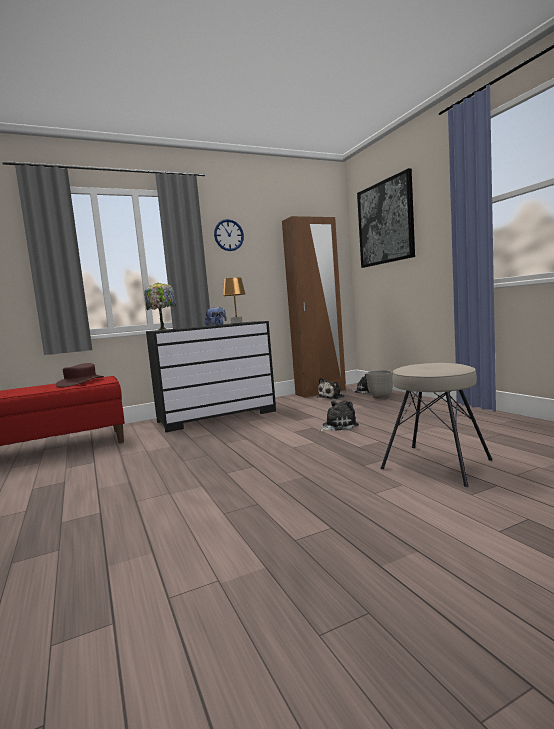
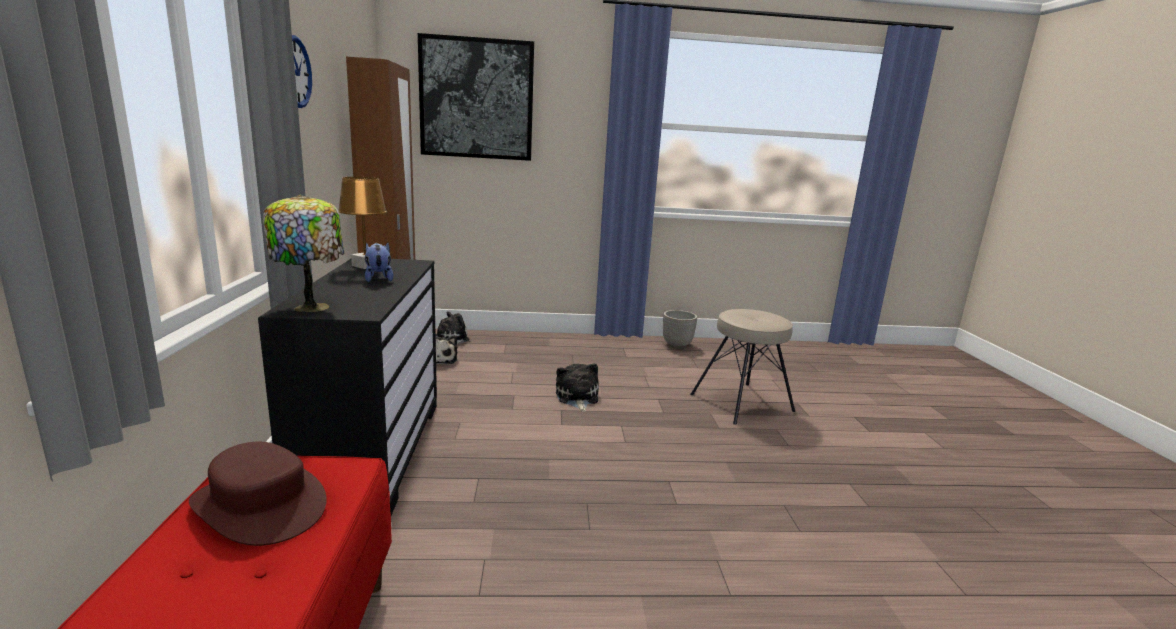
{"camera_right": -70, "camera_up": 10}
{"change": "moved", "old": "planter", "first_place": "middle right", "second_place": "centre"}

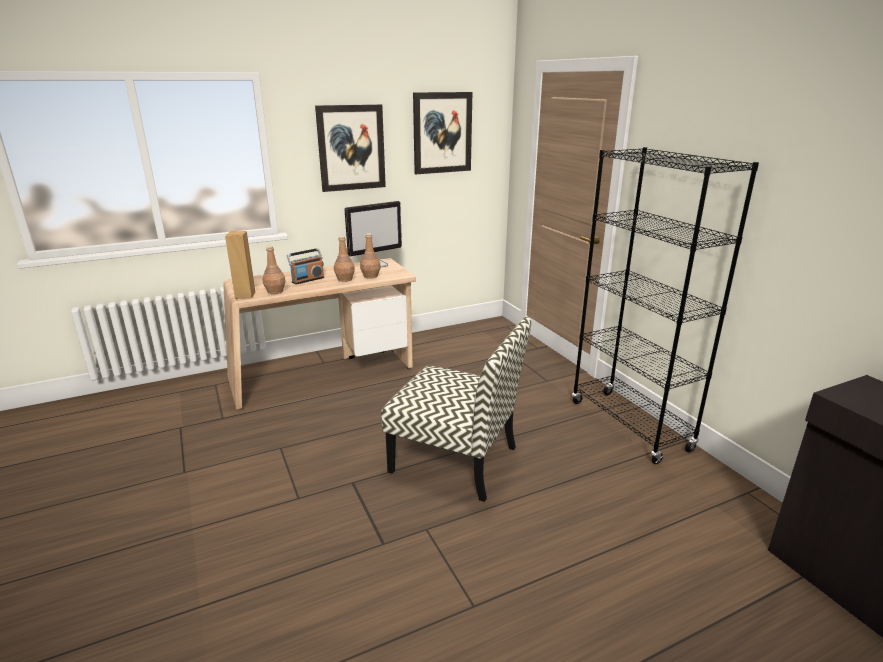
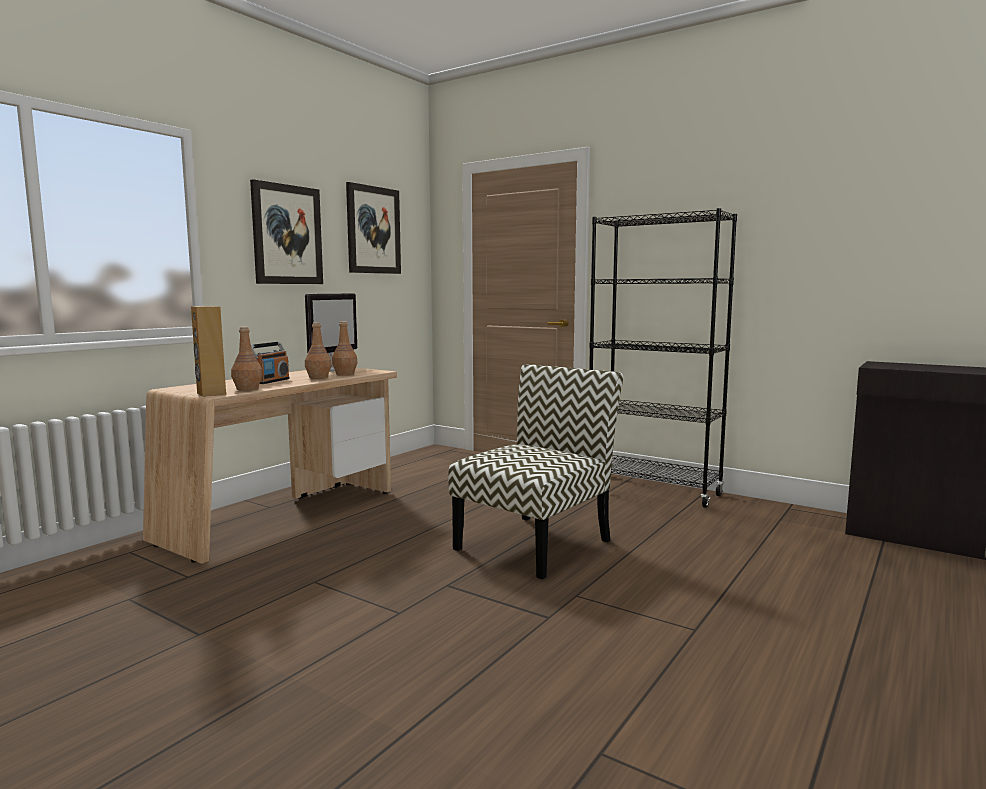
{"camera_right": -30, "camera_up": -15}
{"change": "turned", "old": "upright_chair", "first_place": "centre", "second_place": "centre", "degrees": -45}

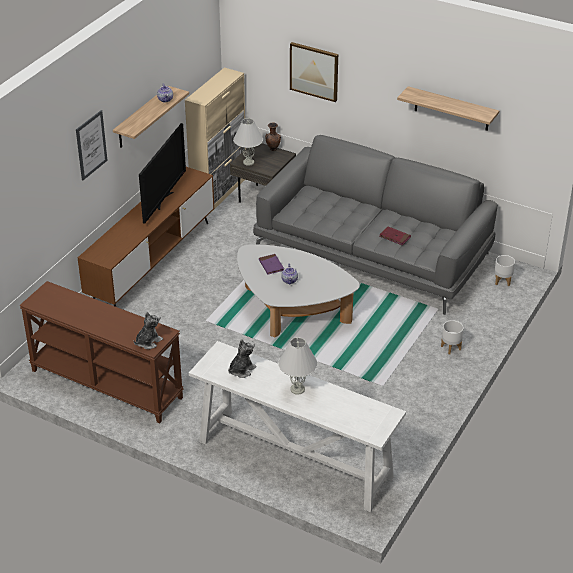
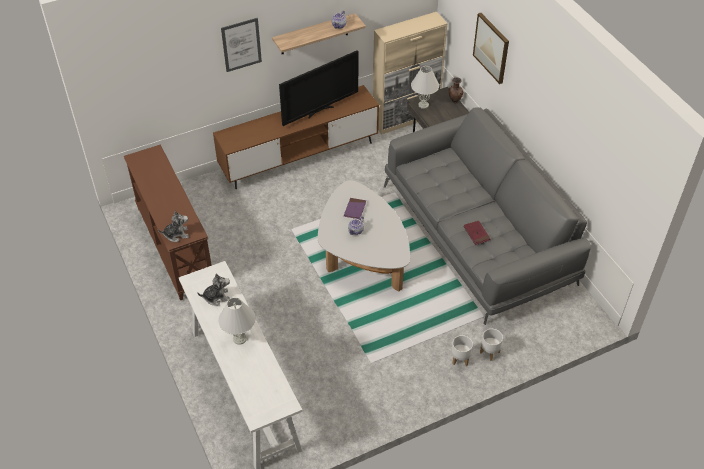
{"camera_right": 35, "camera_up": 10}
{"change": "moved", "old": "white_planter (2nd from left)", "first_place": "middle right", "second_place": "bottom right"}
{"change": "removed", "old": "shelf (2nd from left)", "first_place": "top right"}

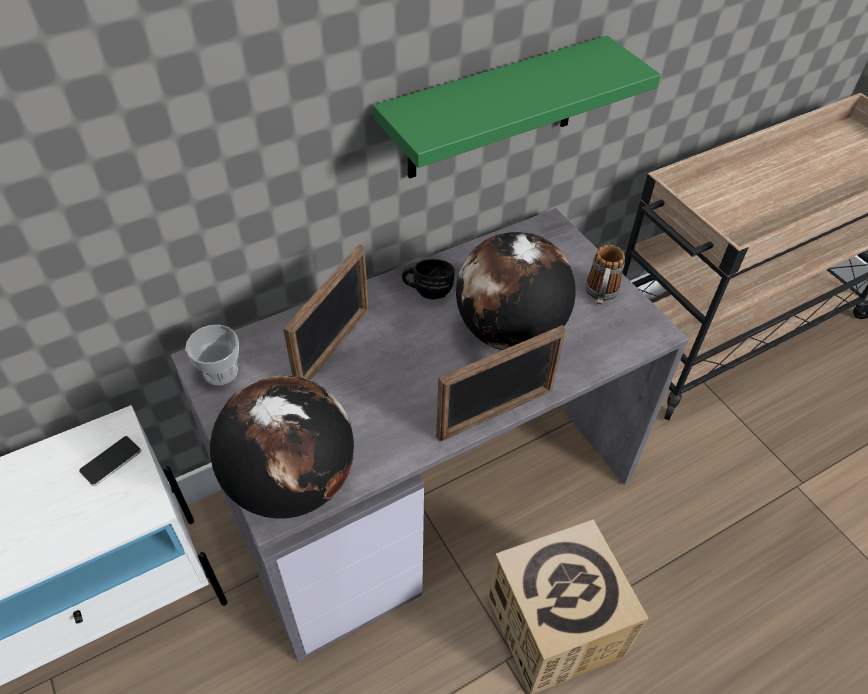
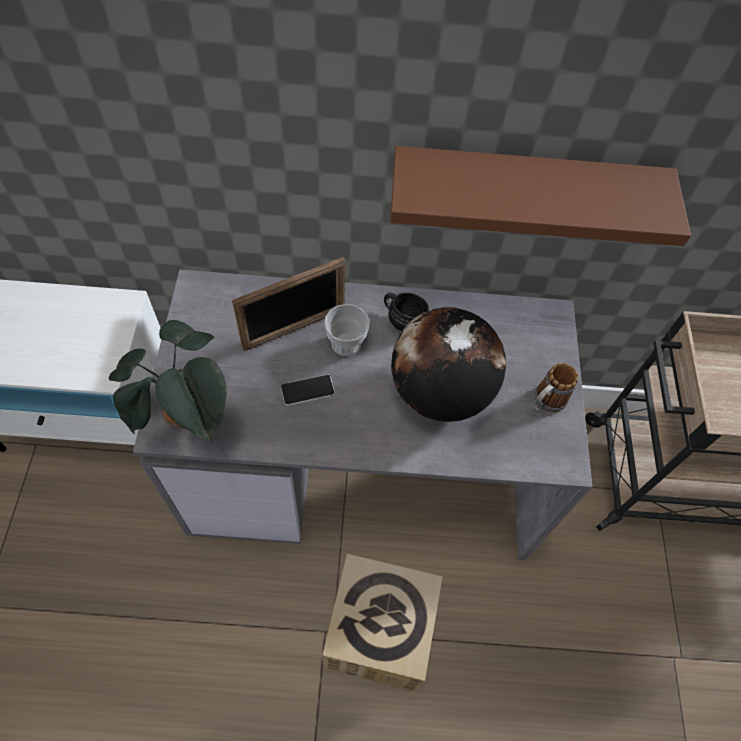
{"camera_right": 30, "camera_up": 10}
{"change": "replaced", "old": "desk_globe (1st from left)", "new": "plant_in_a_pot", "first_place": "middle left", "second_place": "middle left"}
{"change": "moved", "old": "telephone", "first_place": "middle left", "second_place": "centre"}
{"change": "moved", "old": "small_cup", "first_place": "middle left", "second_place": "centre"}
{"change": "recoloured", "old": "greenish_shelf", "new": "brown-coloured_shelf", "first_place": "top centre", "second_place": "top right"}
{"change": "removed", "old": "photo_frame (2nd from left)", "first_place": "centre"}

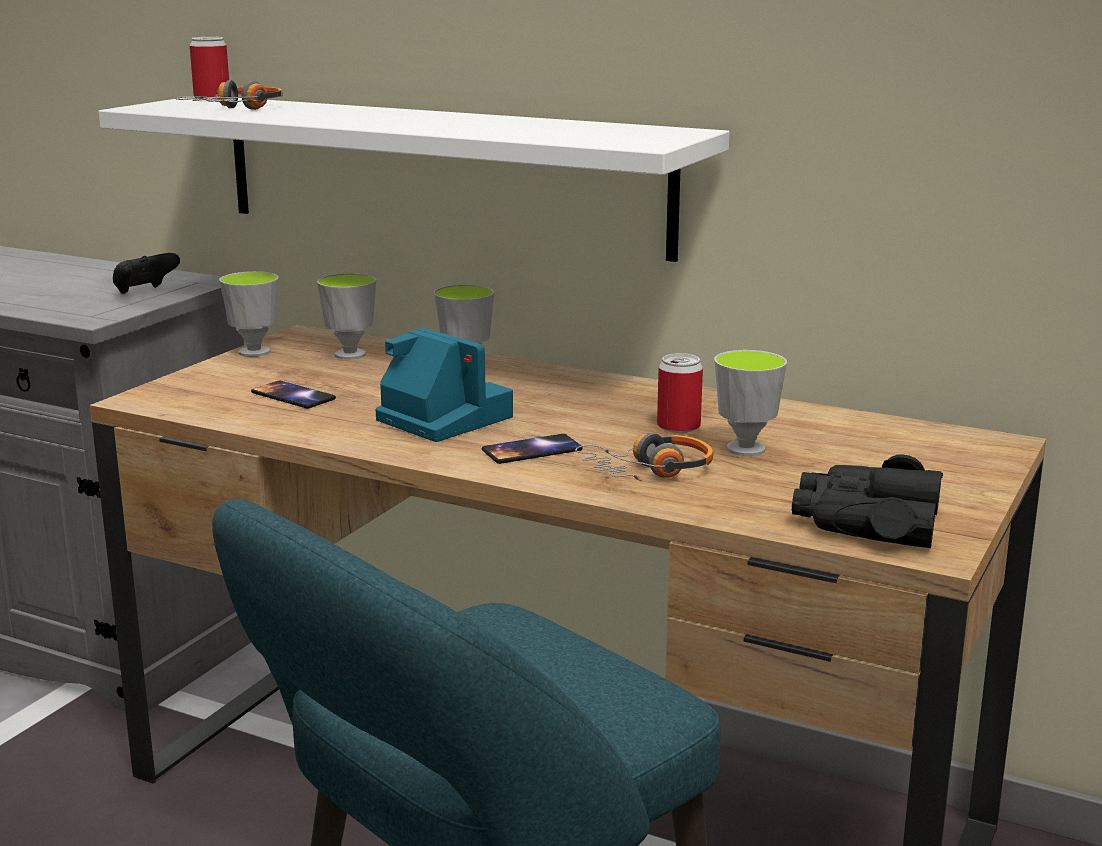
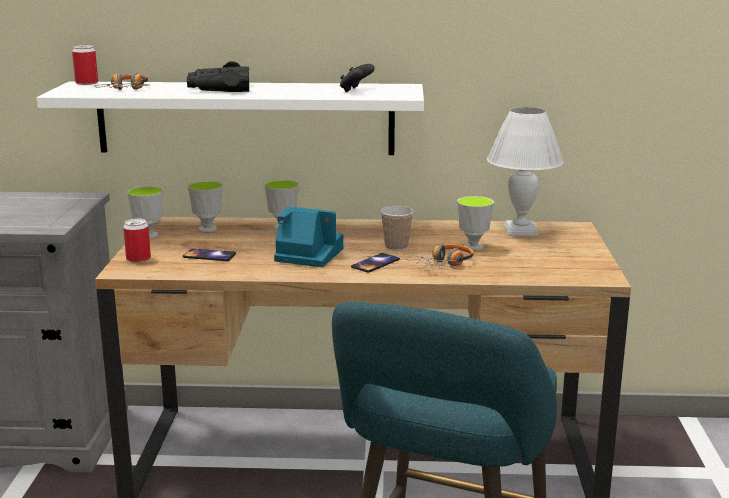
{"camera_right": -25, "camera_up": 0}
{"change": "moved", "old": "sealed_can (2nd from left)", "first_place": "centre", "second_place": "middle left"}
{"change": "moved", "old": "black-coloured_field_glasses", "first_place": "middle right", "second_place": "top left"}
{"change": "moved", "old": "black-coloured_game_controller", "first_place": "top left", "second_place": "top centre"}
{"change": "added", "new": "small_cup (4th from left)", "second_place": "centre"}
{"change": "added", "new": "white_table_lamp", "second_place": "middle right"}

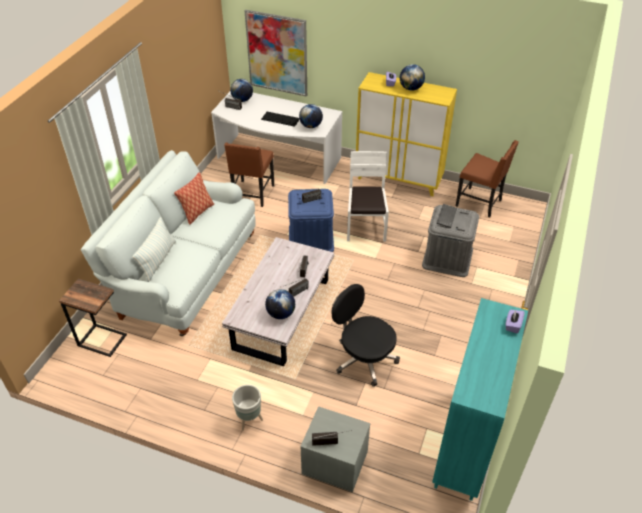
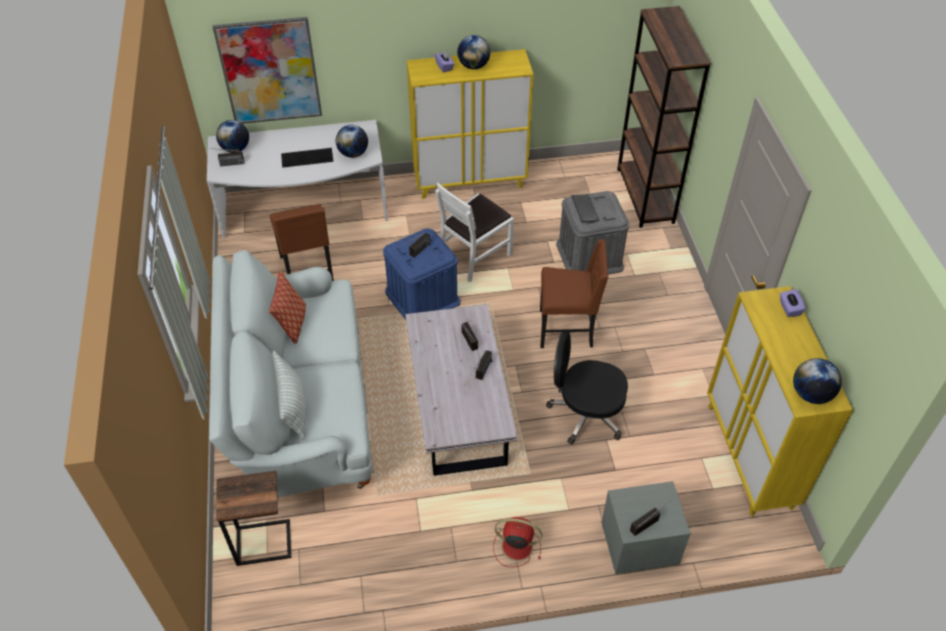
{"camera_right": -30, "camera_up": 5}
{"change": "turned", "old": "white_upright_chair", "first_place": "centre", "second_place": "centre", "degrees": -105}
{"change": "replaced", "old": "gray_planter", "new": "reddish_electric_fan", "first_place": "bottom centre", "second_place": "bottom centre"}
{"change": "moved", "old": "brown-coloured_upright_chair (2nd from left)", "first_place": "middle right", "second_place": "centre"}
{"change": "added", "new": "brown-coloured_bookshelf", "second_place": "top right"}
{"change": "recoloured", "old": "turquoise_storage_cabinet", "new": "yellow_storage_cabinet (2nd from left)", "first_place": "bottom right", "second_place": "middle right"}
{"change": "moved", "old": "desk_globe (2nd from left in the first image)", "new": "desk_globe (4th from left)", "first_place": "centre", "second_place": "middle right"}

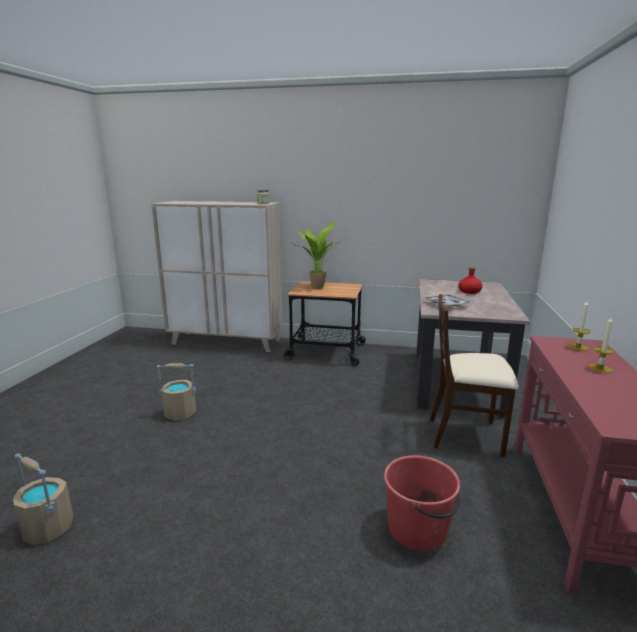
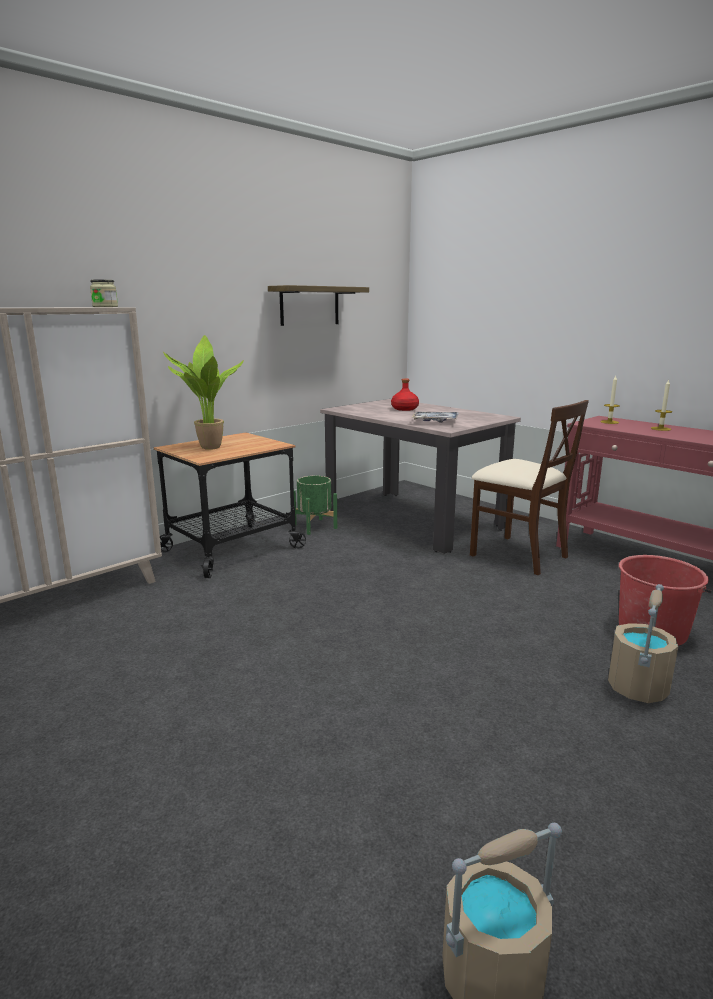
{"camera_right": -55, "camera_up": 0}
{"change": "added", "new": "shelf", "second_place": "top centre"}
{"change": "added", "new": "greenish_planter", "second_place": "centre"}
{"change": "turned", "old": "beige_upright_chair", "first_place": "middle right", "second_place": "middle right", "degrees": -90}
{"change": "moved", "old": "beige_bucket (2nd from left)", "first_place": "middle left", "second_place": "middle right"}

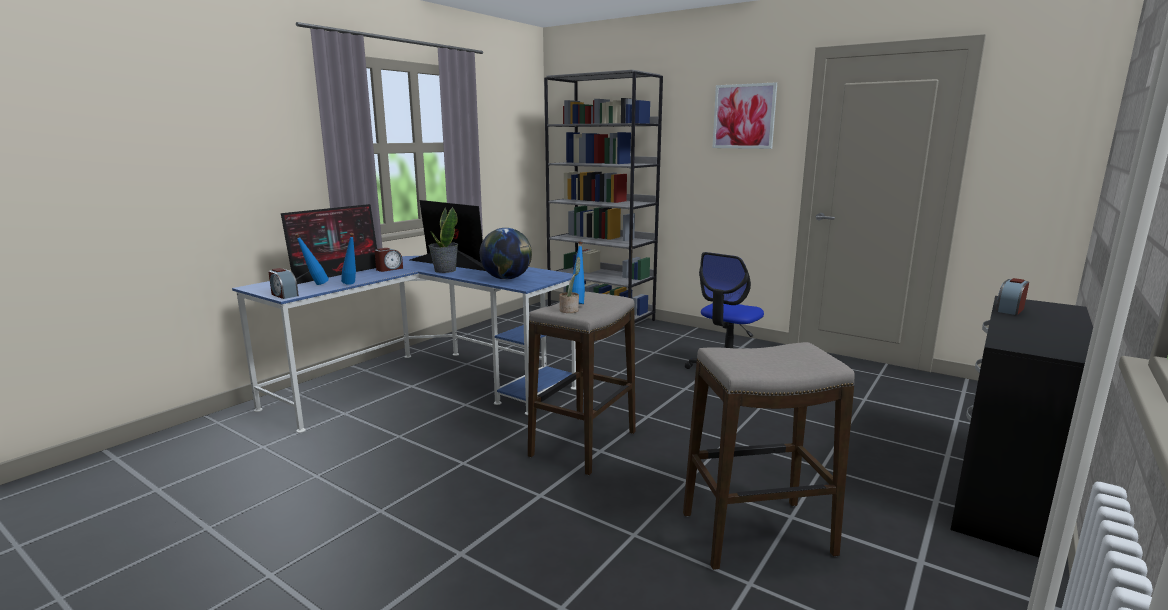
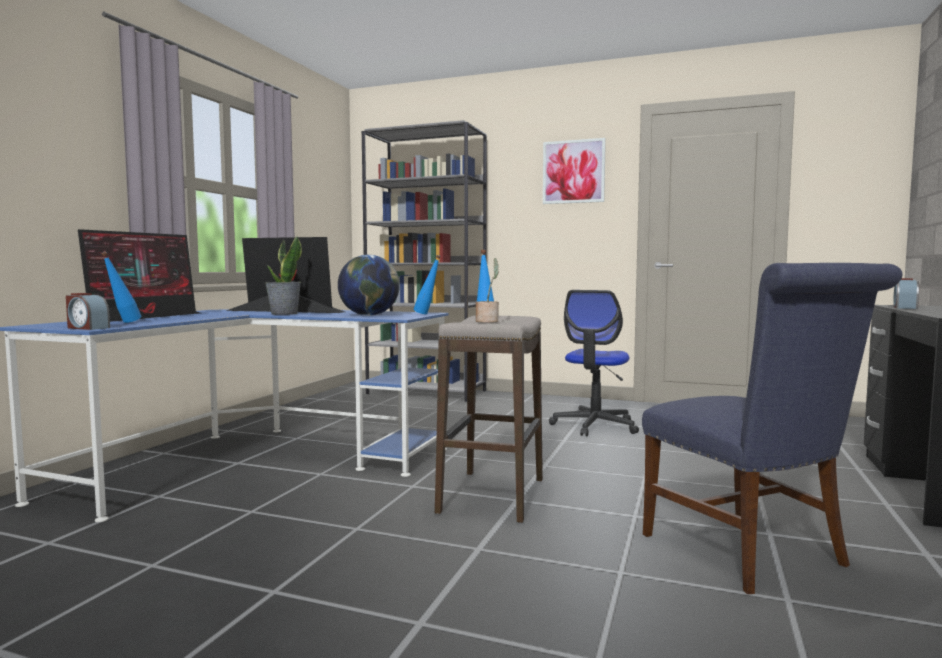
{"camera_right": -15, "camera_up": -10}
{"change": "moved", "old": "bluish_beverage_bottle (2nd from left)", "first_place": "middle left", "second_place": "centre"}
{"change": "replaced", "old": "sitting_stool (2nd from left)", "new": "bluish_upright_chair", "first_place": "bottom centre", "second_place": "middle right"}
{"change": "removed", "old": "alarm_clock (2nd from left)", "first_place": "middle left"}

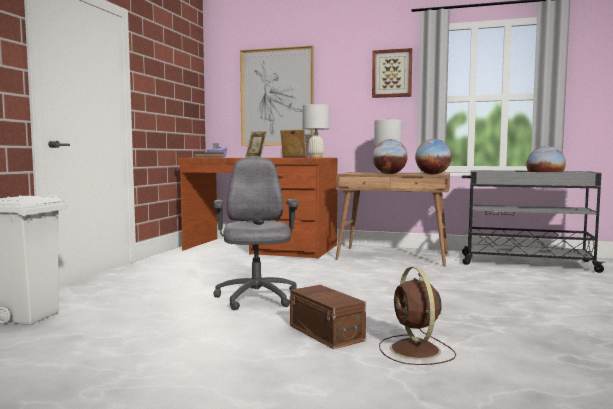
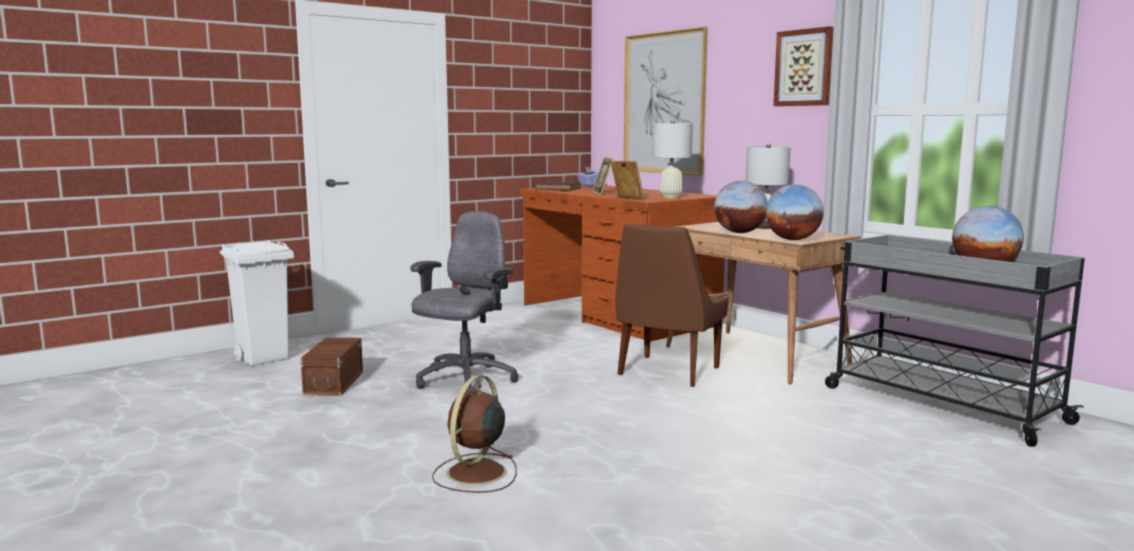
{"camera_right": 35, "camera_up": 5}
{"change": "moved", "old": "brown-coloured_storage_box", "first_place": "bottom centre", "second_place": "middle left"}
{"change": "added", "new": "brown-coloured_upright_chair", "second_place": "centre"}

